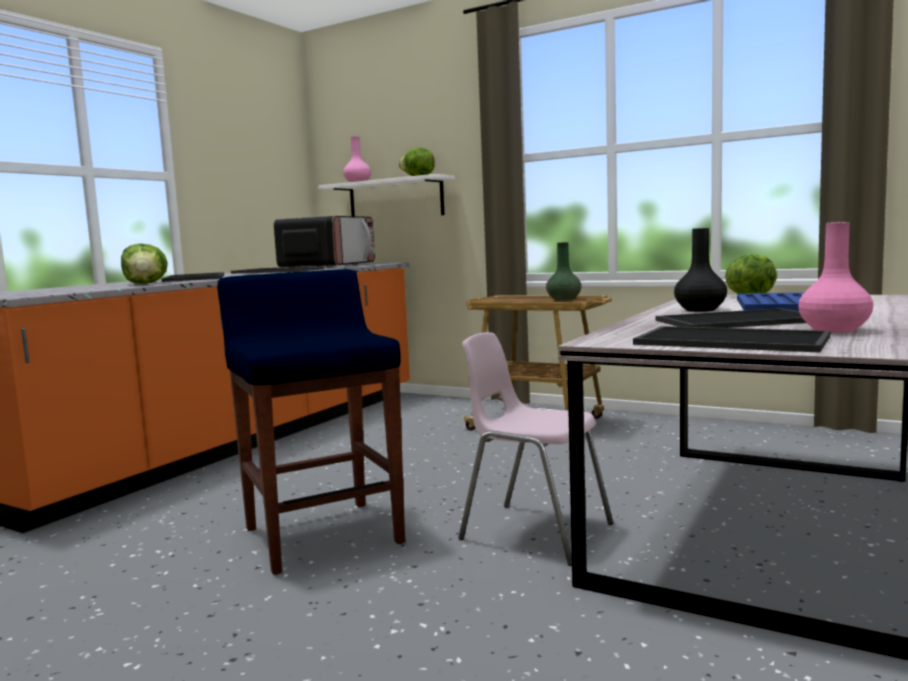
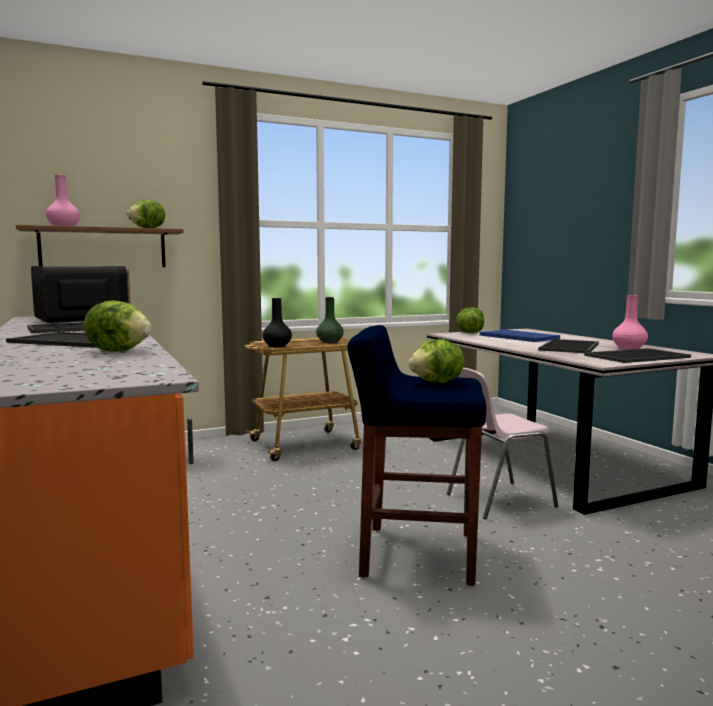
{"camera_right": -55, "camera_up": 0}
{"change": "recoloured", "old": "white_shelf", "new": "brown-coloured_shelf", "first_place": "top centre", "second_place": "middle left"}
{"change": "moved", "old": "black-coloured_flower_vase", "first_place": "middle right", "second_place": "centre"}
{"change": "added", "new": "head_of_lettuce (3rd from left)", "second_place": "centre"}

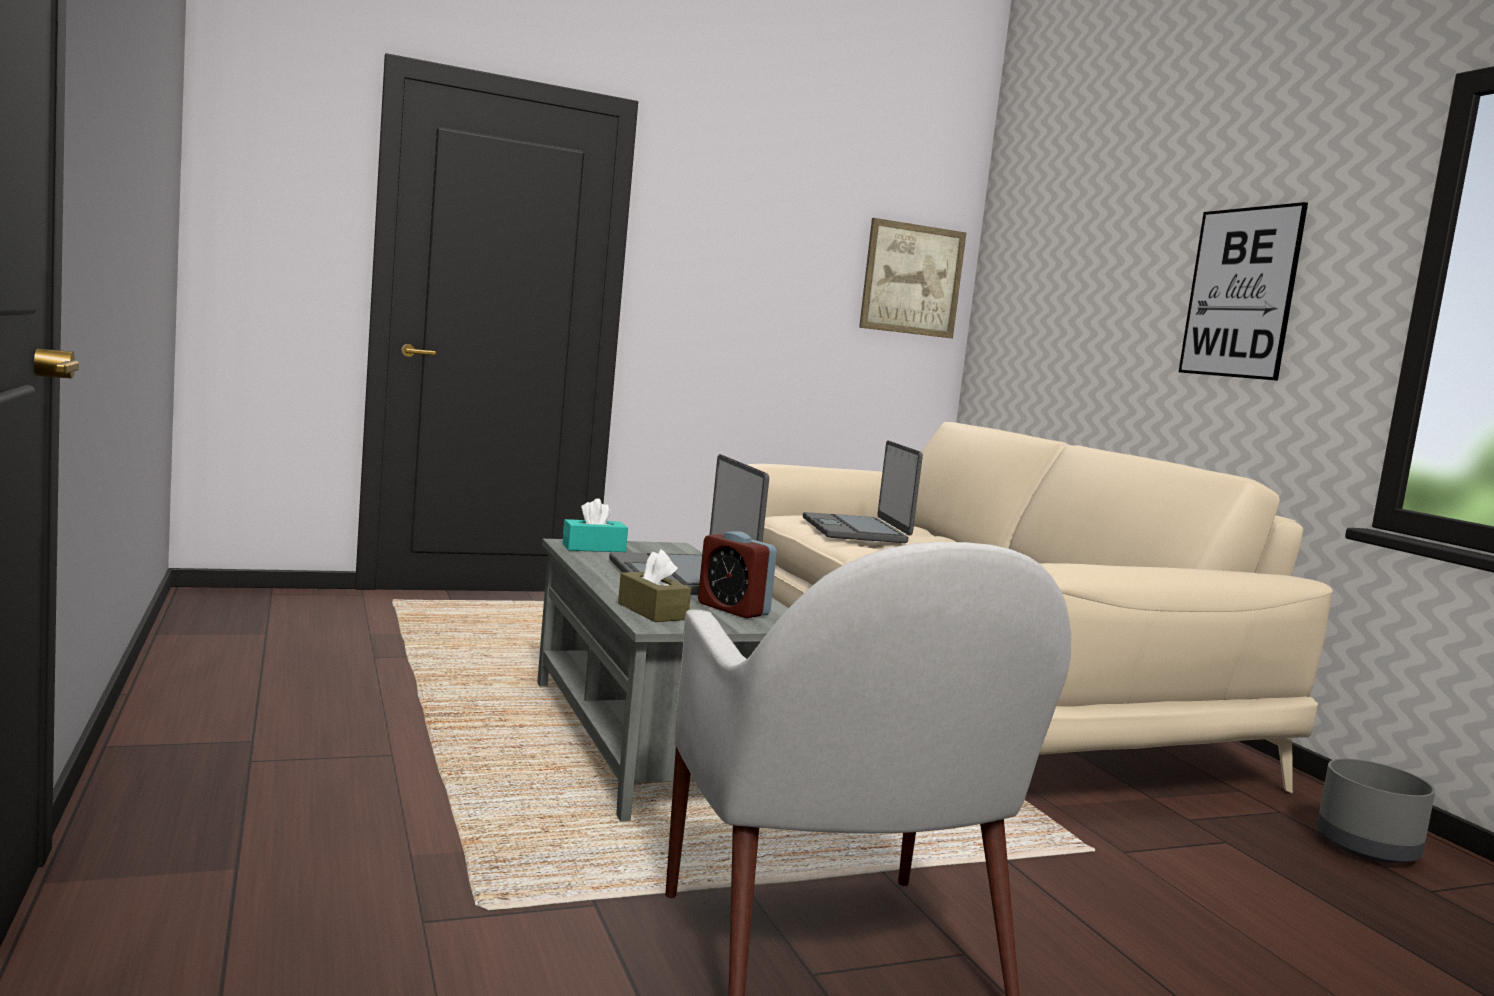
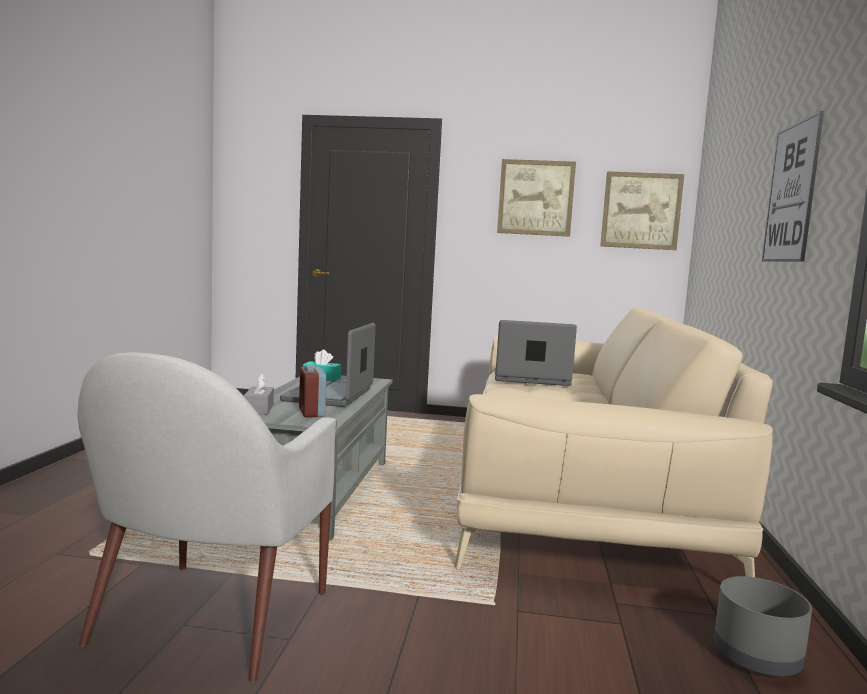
{"camera_right": 30, "camera_up": 0}
{"change": "recoloured", "old": "brown-coloured_box_of_tissues", "new": "gray_box_of_tissues", "first_place": "centre", "second_place": "middle left"}
{"change": "turned", "old": "laptop (2nd from left)", "first_place": "centre", "second_place": "centre", "degrees": 75}
{"change": "added", "new": "picture (1st from left)", "second_place": "top centre"}

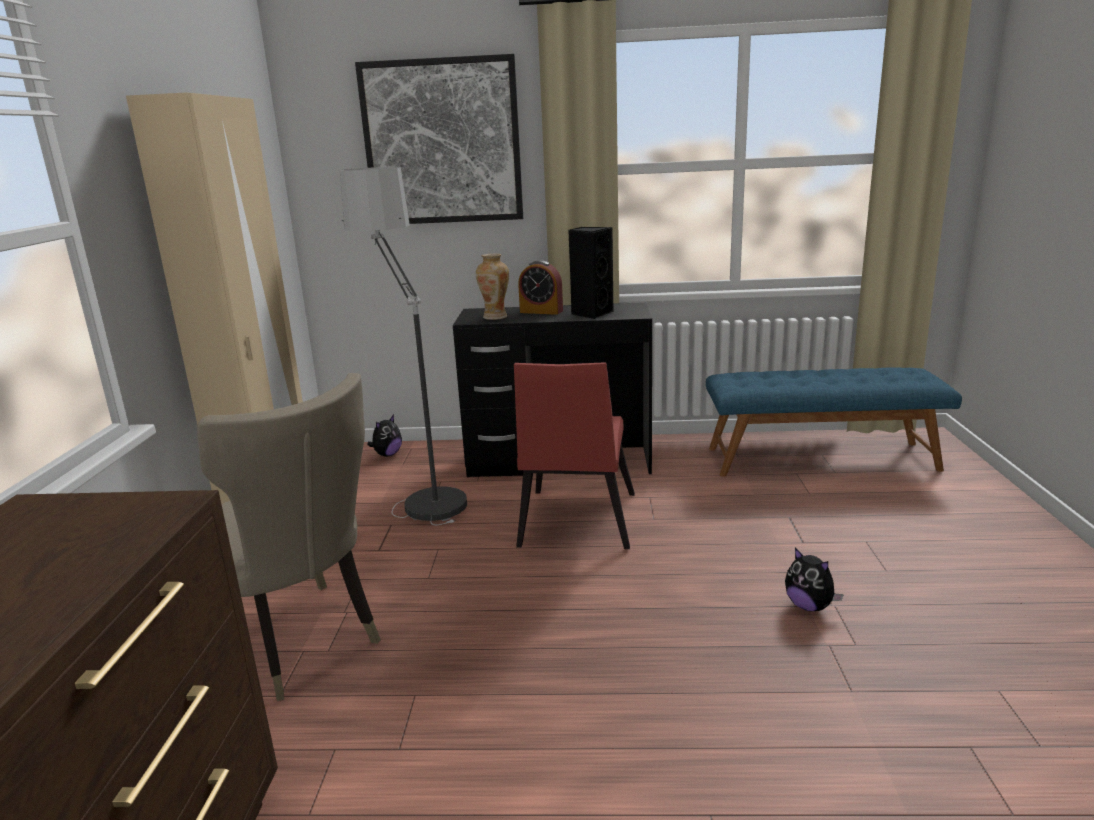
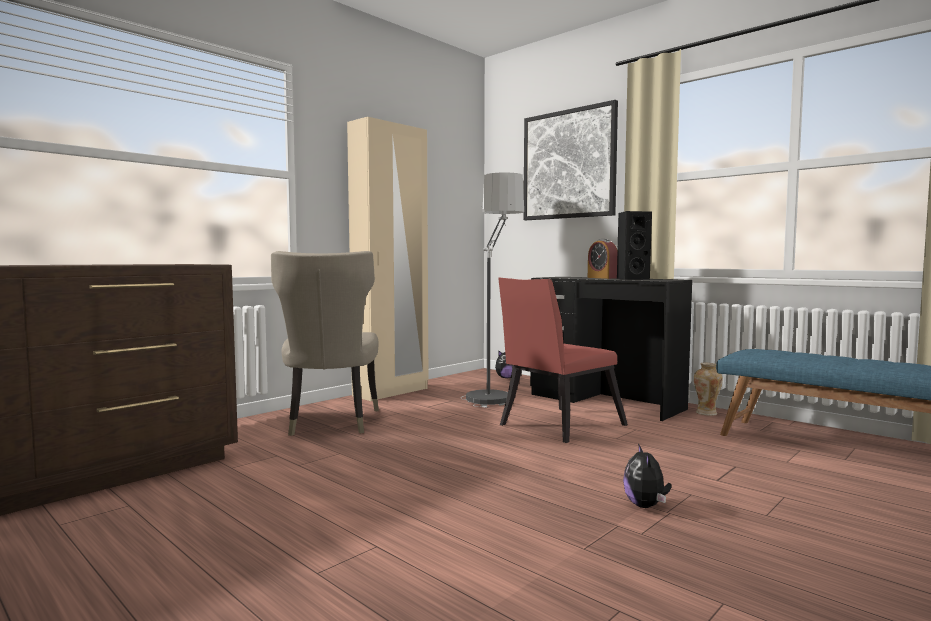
{"camera_right": 40, "camera_up": -15}
{"change": "moved", "old": "flower_vase", "first_place": "centre", "second_place": "middle right"}

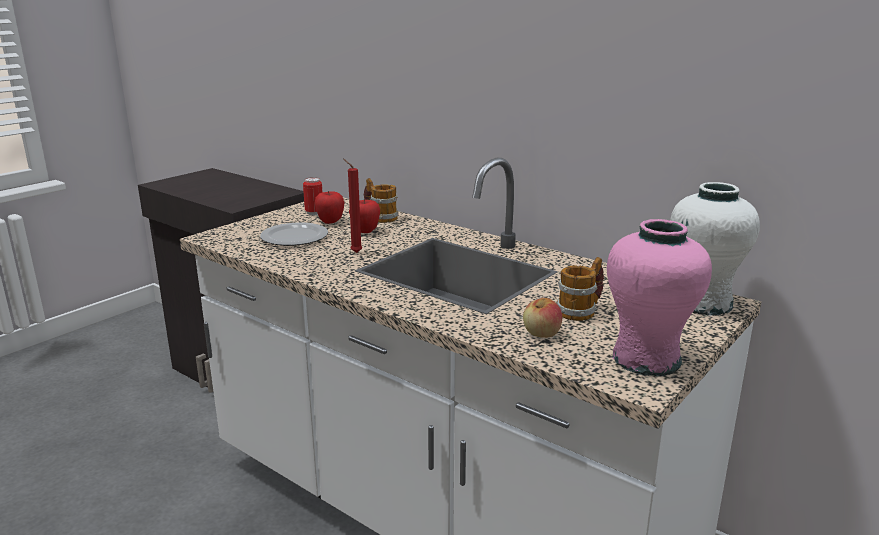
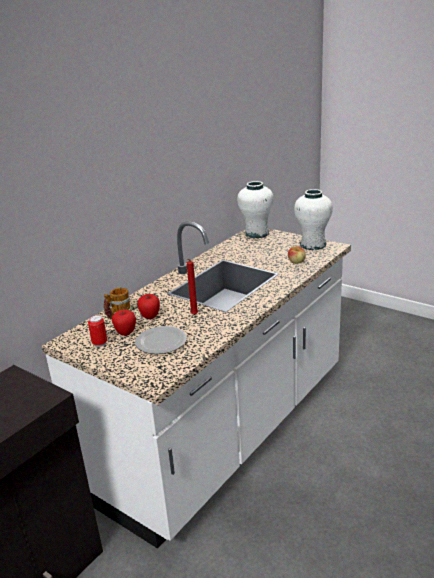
{"camera_right": -90, "camera_up": 5}
{"change": "recoloured", "old": "pink-coloured_flower_vase", "new": "white_flower_vase (2nd from left)", "first_place": "middle right", "second_place": "middle right"}
{"change": "removed", "old": "coffee_mug (2nd from left)", "first_place": "centre"}

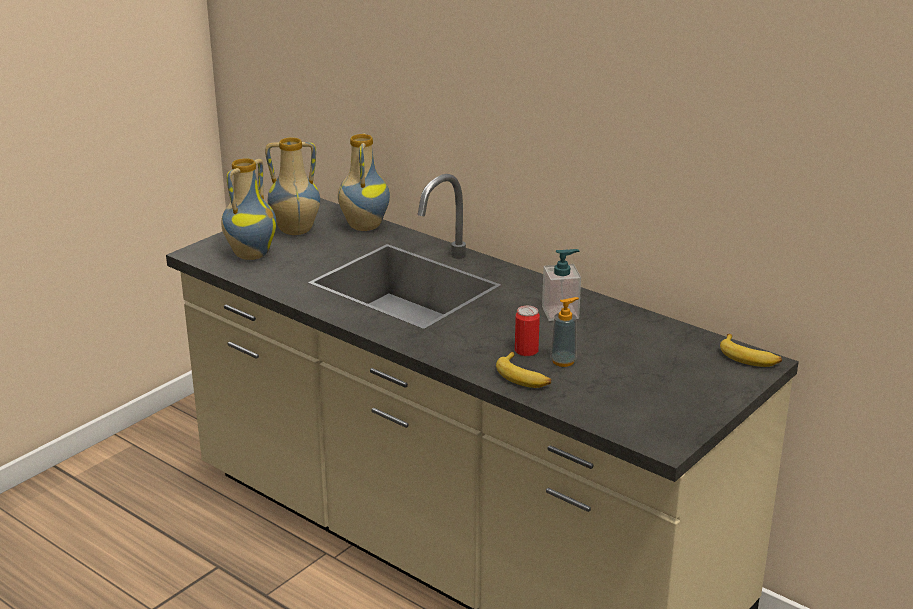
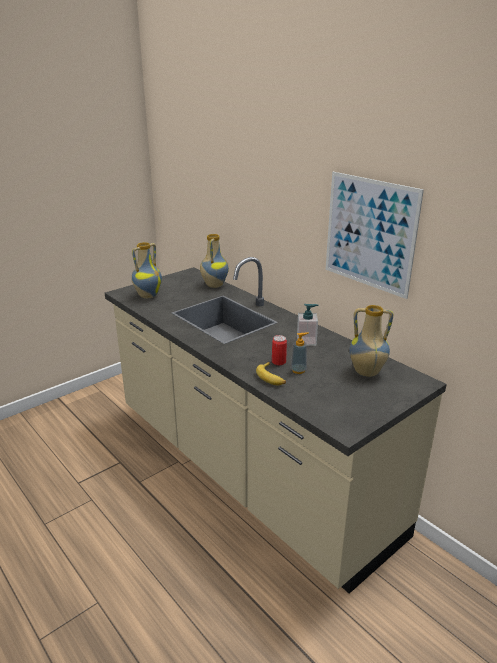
{"camera_right": 10, "camera_up": 0}
{"change": "added", "new": "picture", "second_place": "middle right"}
{"change": "moved", "old": "flower_vase (2nd from left in the first image)", "new": "flower_vase (3rd from left)", "first_place": "top left", "second_place": "middle right"}
{"change": "removed", "old": "banana_fruit (2nd from left)", "first_place": "middle right"}

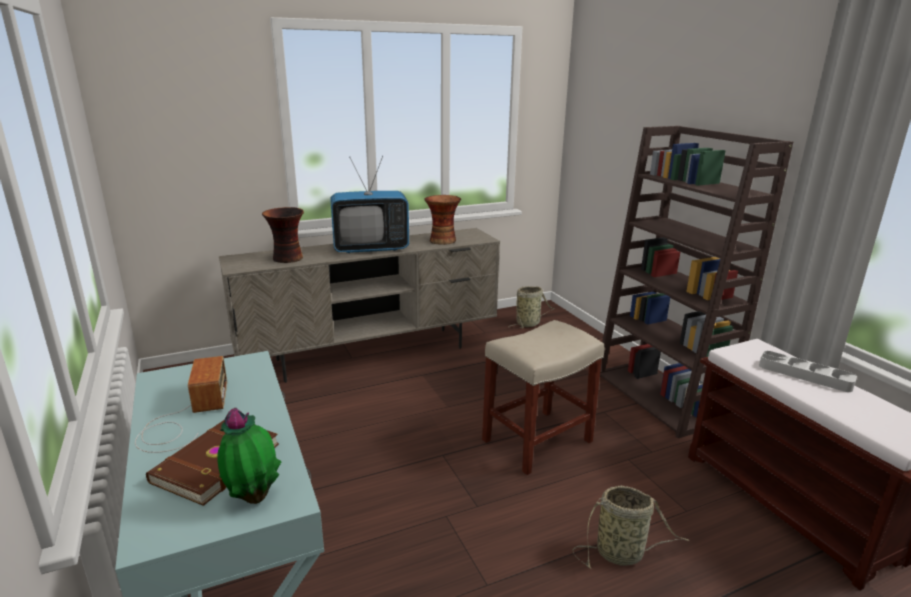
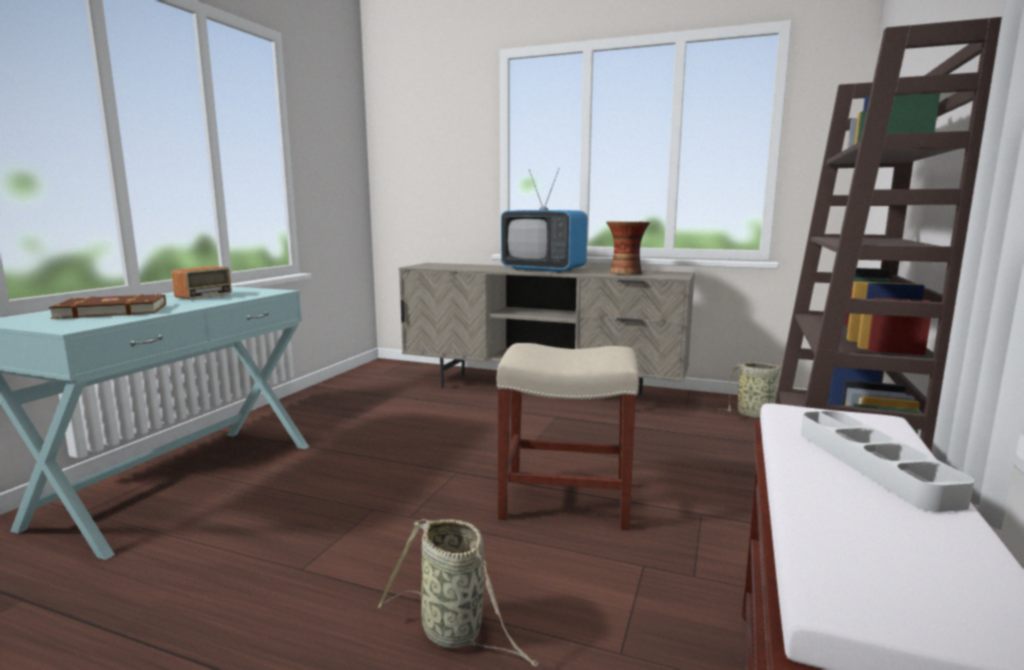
{"camera_right": 45, "camera_up": -10}
{"change": "removed", "old": "plant_in_a_pot", "first_place": "bottom left"}
{"change": "removed", "old": "flower_vase (1st from left)", "first_place": "middle left"}

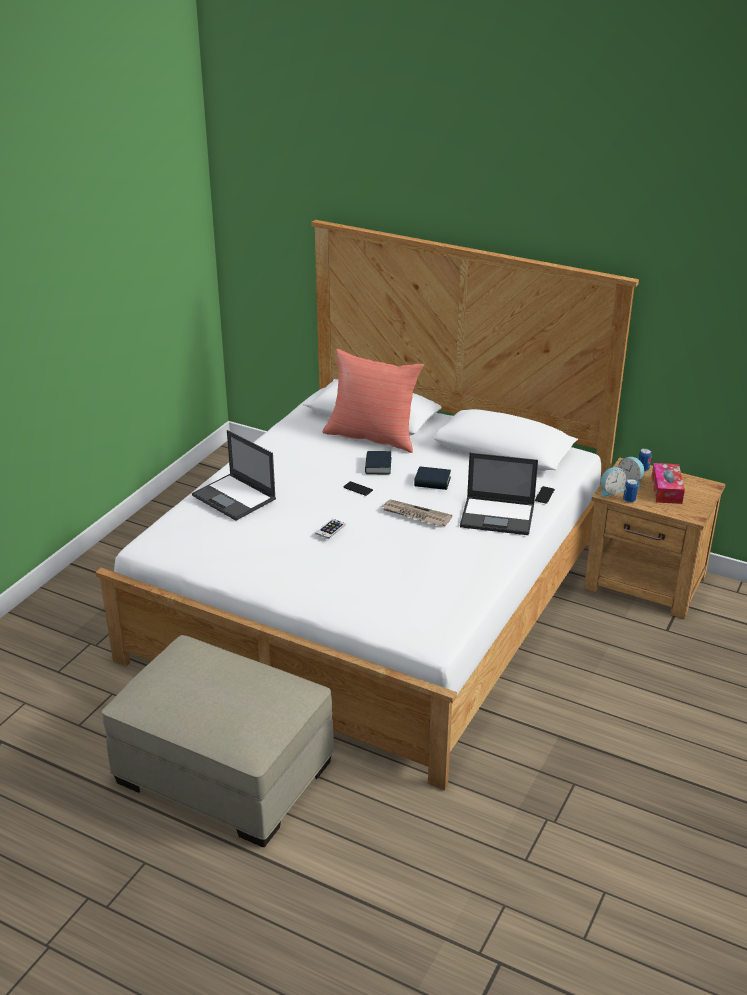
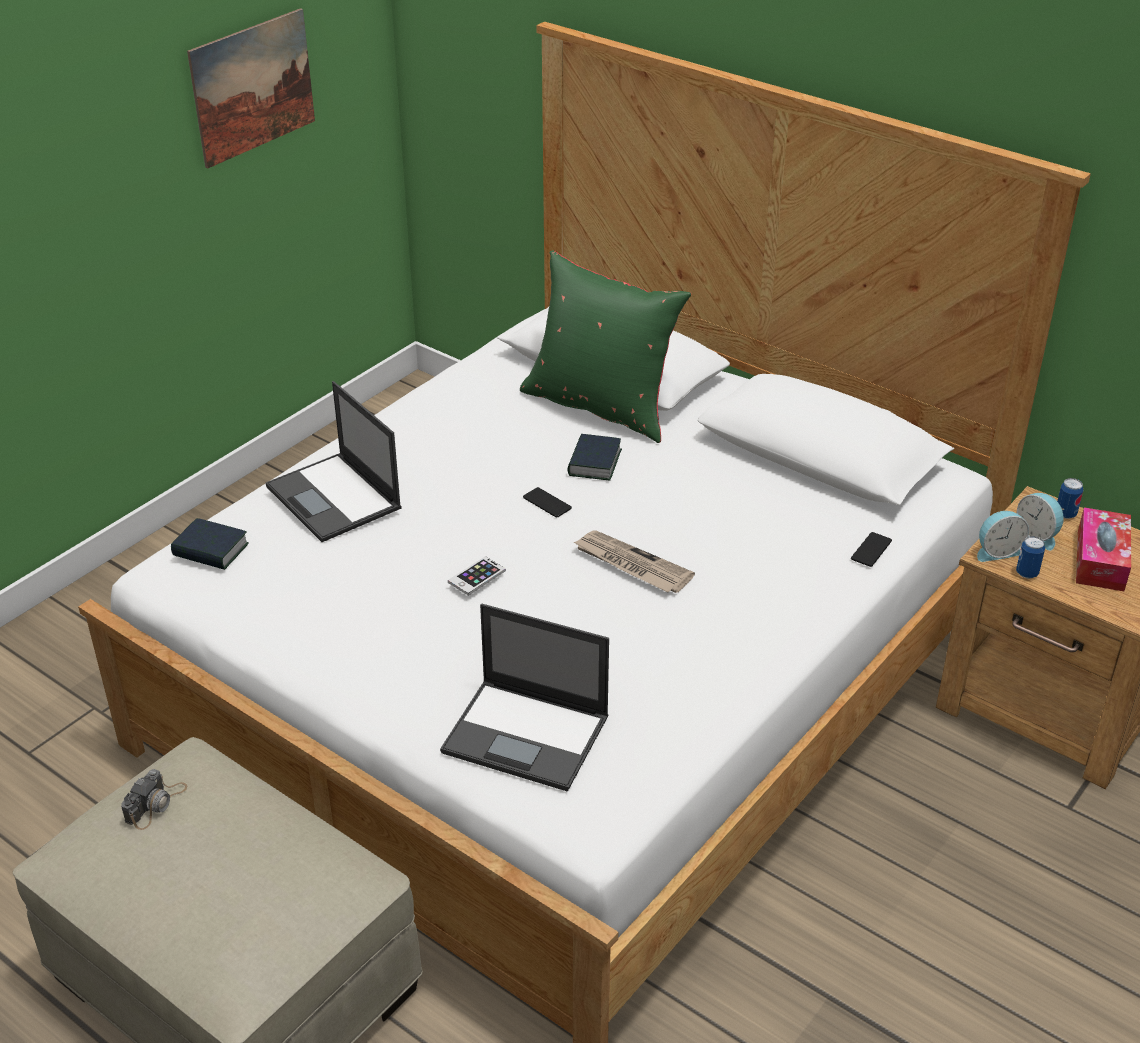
{"camera_right": 10, "camera_up": 5}
{"change": "added", "new": "photo_camera", "second_place": "bottom left"}
{"change": "moved", "old": "volume (2nd from left in the first image)", "new": "volume (1st from left)", "first_place": "centre", "second_place": "middle left"}
{"change": "added", "new": "picture", "second_place": "top left"}
{"change": "moved", "old": "laptop (2nd from left)", "first_place": "middle right", "second_place": "bottom centre"}
{"change": "recoloured", "old": "reddish_cushion", "new": "greenish_cushion", "first_place": "centre", "second_place": "top centre"}

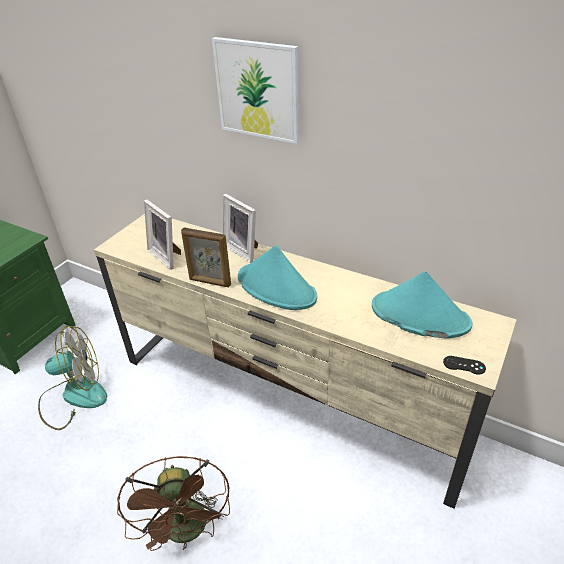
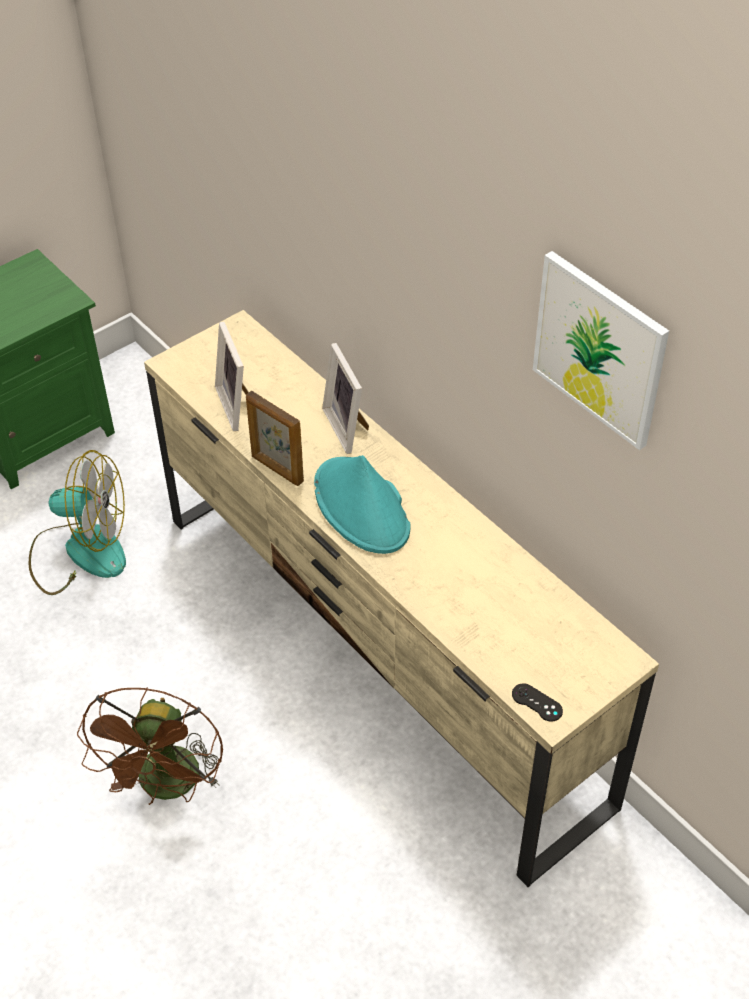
{"camera_right": 20, "camera_up": 10}
{"change": "moved", "old": "picture", "first_place": "top centre", "second_place": "middle right"}
{"change": "removed", "old": "turquoise_hat (2nd from left)", "first_place": "middle right"}

